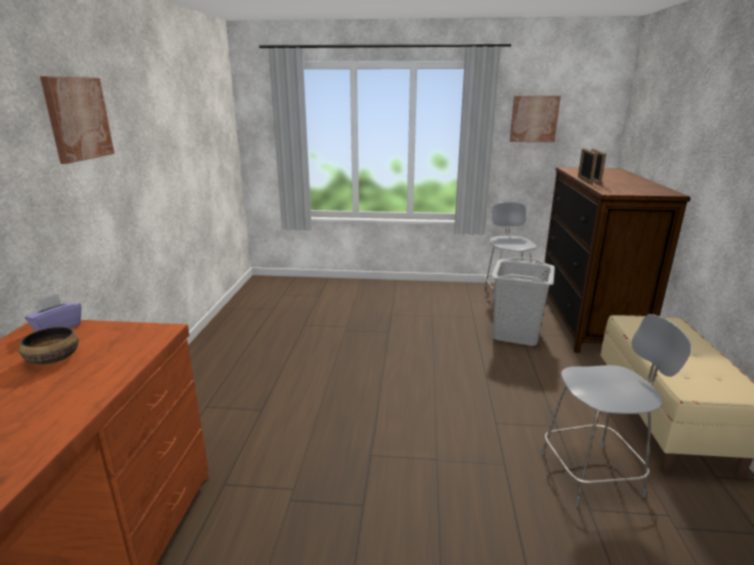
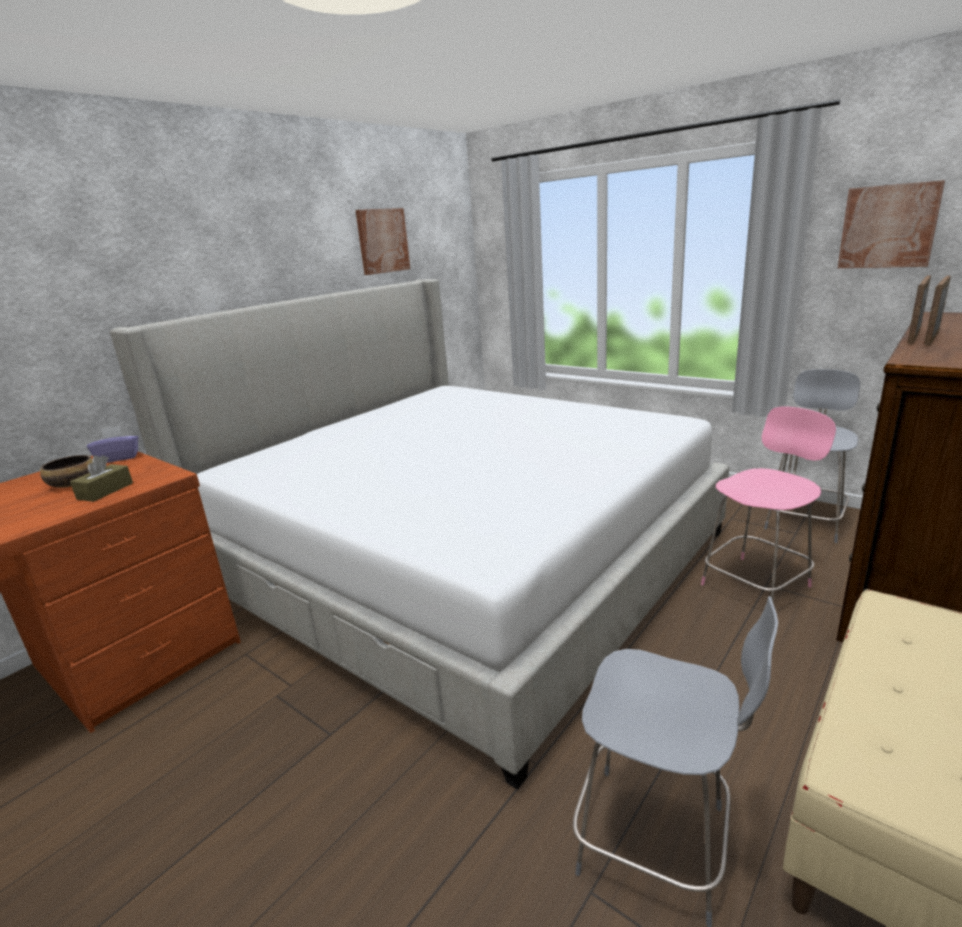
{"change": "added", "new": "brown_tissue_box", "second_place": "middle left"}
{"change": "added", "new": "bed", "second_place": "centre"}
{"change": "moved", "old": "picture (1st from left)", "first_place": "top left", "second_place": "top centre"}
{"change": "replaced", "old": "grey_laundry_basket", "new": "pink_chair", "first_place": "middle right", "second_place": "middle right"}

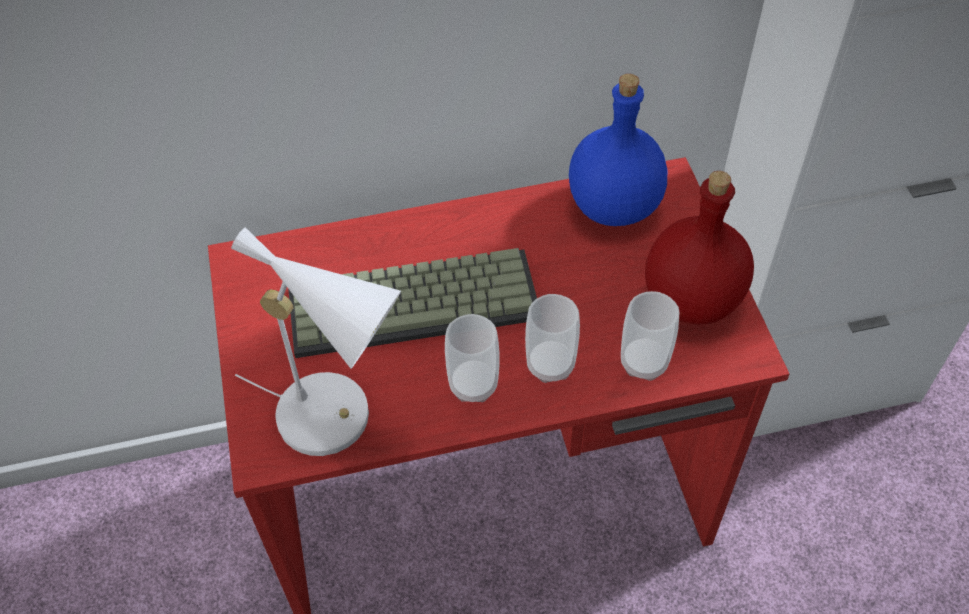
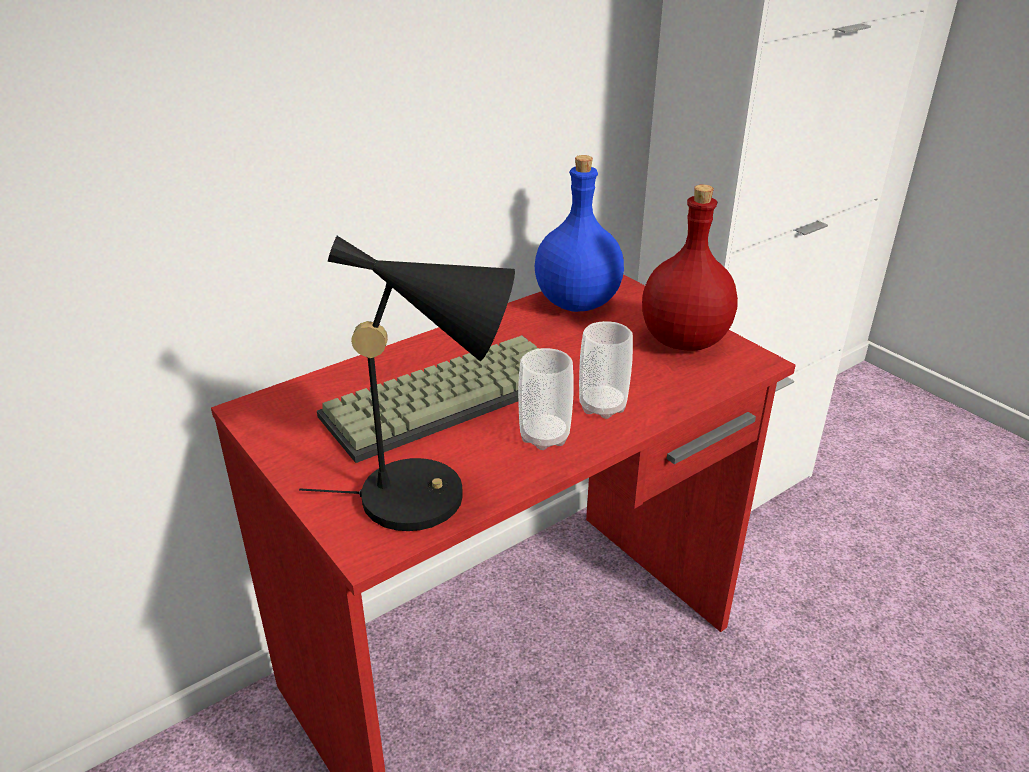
{"change": "removed", "old": "cup (3rd from left)", "first_place": "middle right"}
{"change": "recoloured", "old": "white_table_lamp", "new": "black_table_lamp", "first_place": "middle left", "second_place": "centre"}

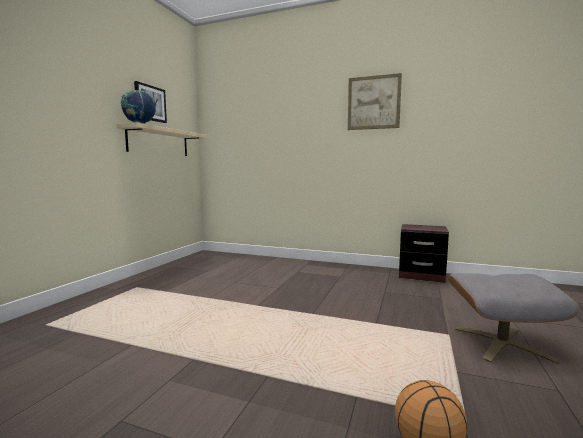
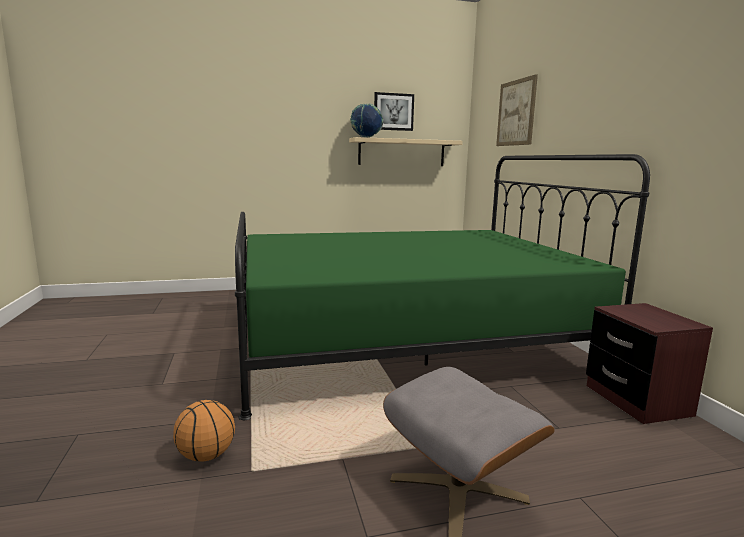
{"change": "added", "new": "green_bed", "second_place": "centre"}
{"change": "moved", "old": "picture (2nd from left)", "first_place": "top centre", "second_place": "top right"}

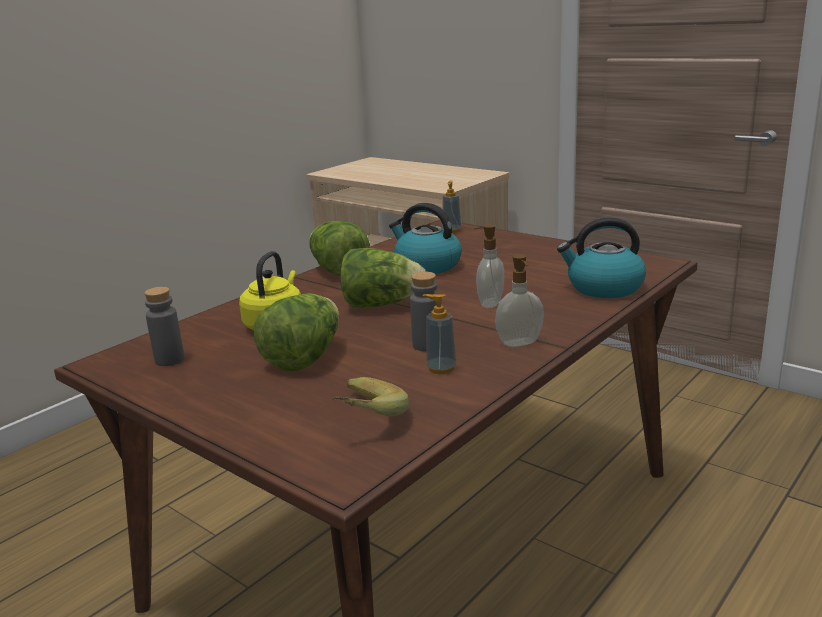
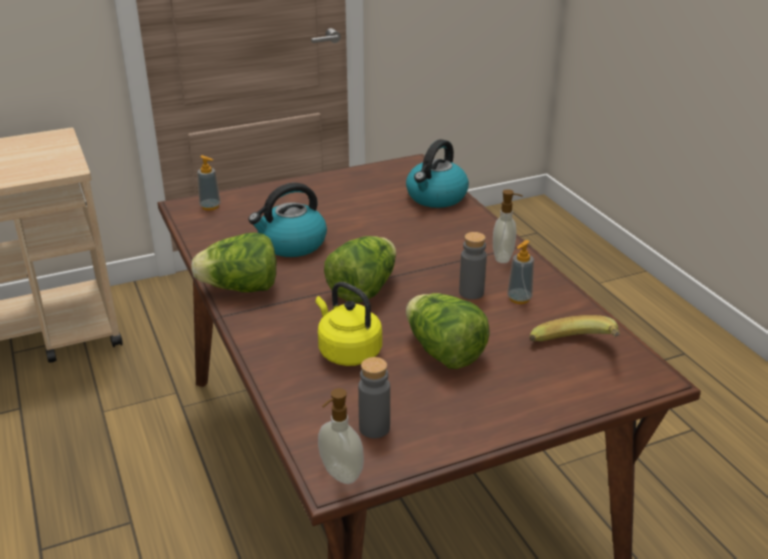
{"change": "moved", "old": "soap_dispenser (3rd from left in the first image)", "new": "soap_dispenser (2nd from left)", "first_place": "centre", "second_place": "bottom centre"}

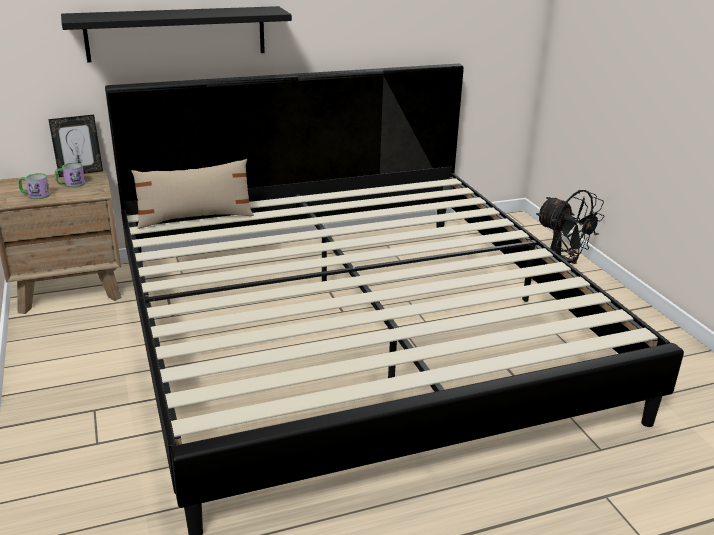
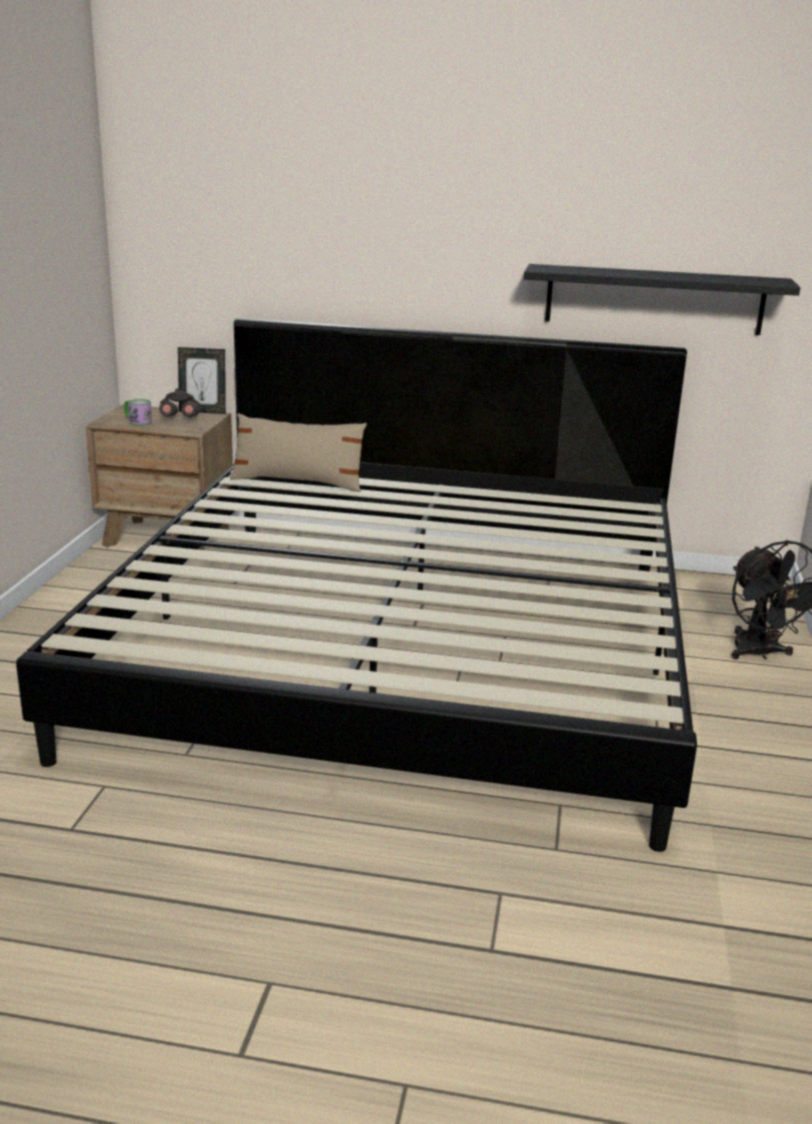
{"change": "moved", "old": "black_shelf", "first_place": "top left", "second_place": "top right"}
{"change": "replaced", "old": "mug (2nd from left)", "new": "grey_binoculars", "first_place": "top left", "second_place": "middle left"}

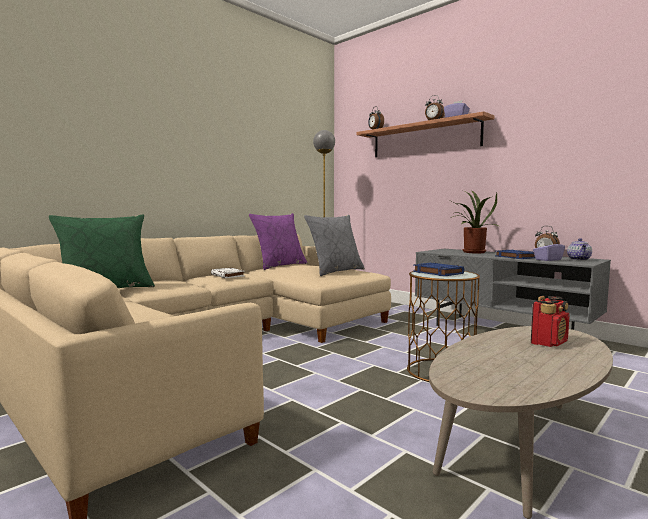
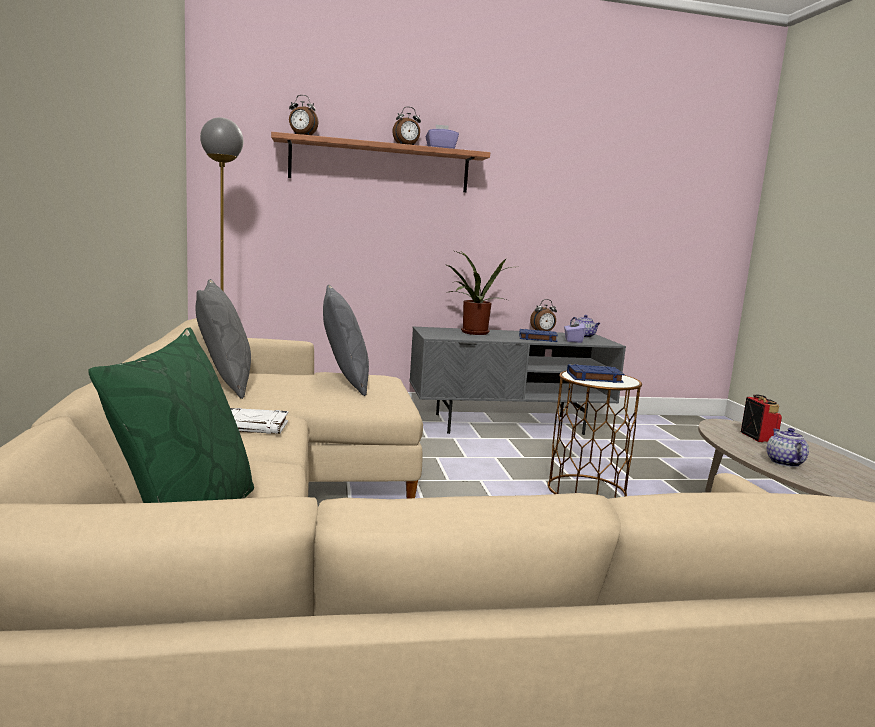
{"change": "added", "new": "teapot (2nd from left)", "second_place": "middle right"}
{"change": "recoloured", "old": "purple_pillow", "new": "grey_pillow (1st from left)", "first_place": "centre", "second_place": "middle left"}

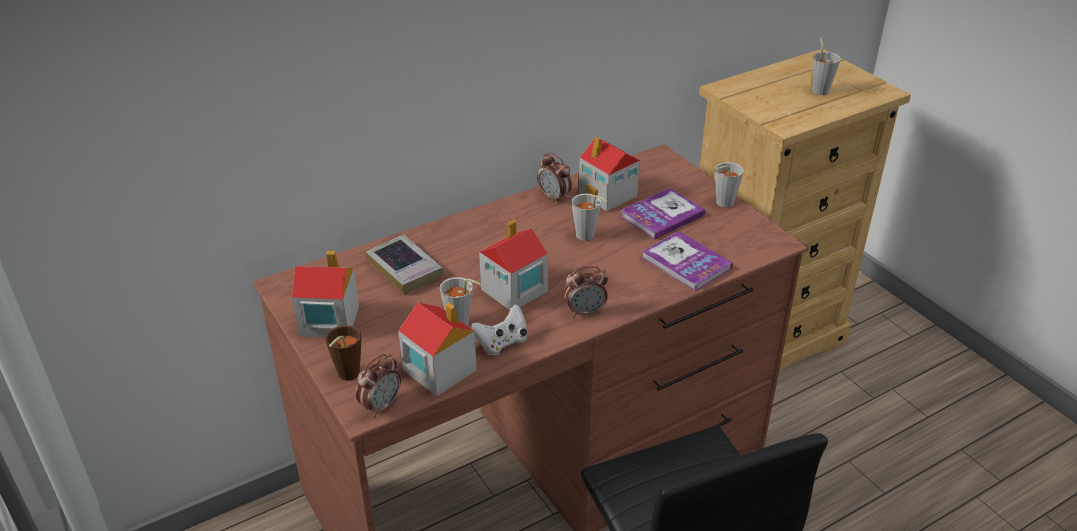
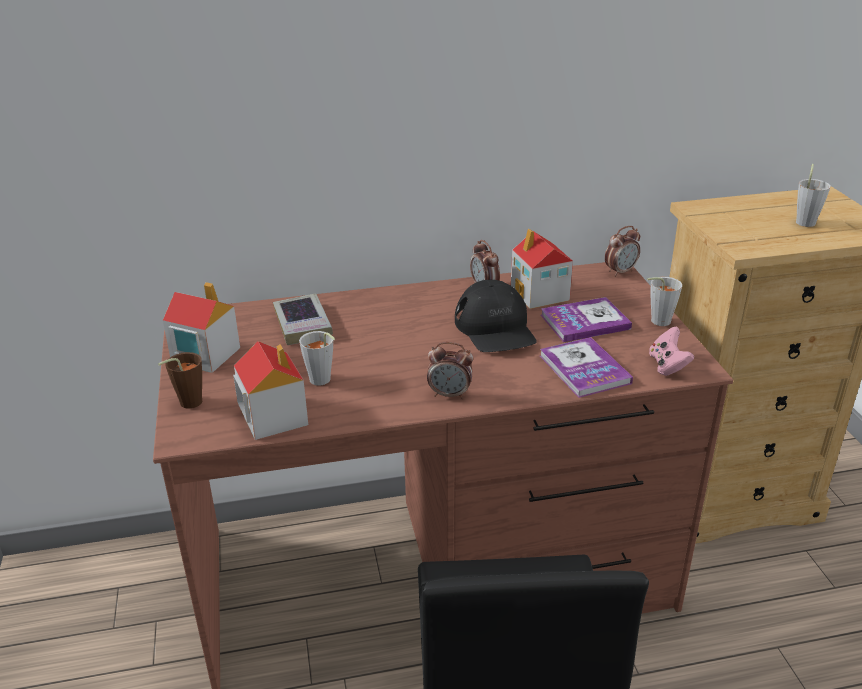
{"change": "removed", "old": "white_game_controller", "first_place": "centre"}
{"change": "removed", "old": "toy_house (3rd from left)", "first_place": "centre"}
{"change": "added", "new": "pink_game_controller", "second_place": "middle right"}
{"change": "moved", "old": "alarm_clock (1st from left in the first image)", "new": "alarm_clock (3rd from left)", "first_place": "bottom centre", "second_place": "middle right"}
{"change": "replaced", "old": "grey_cup (2nd from left)", "new": "black_cap", "first_place": "centre", "second_place": "centre"}

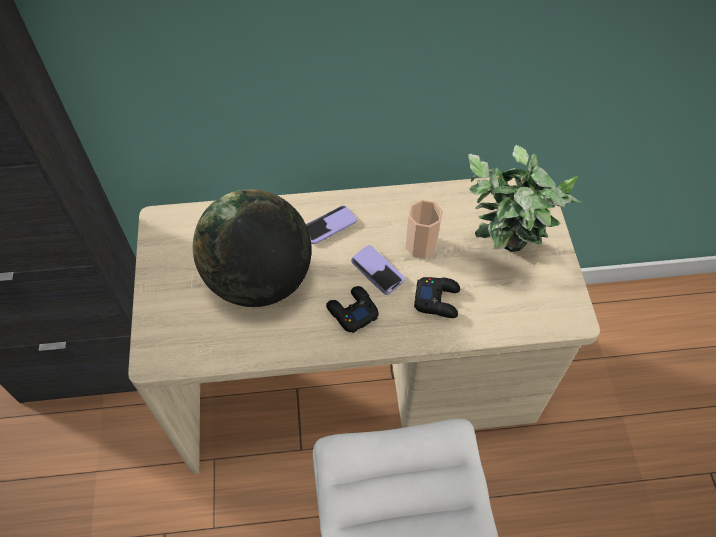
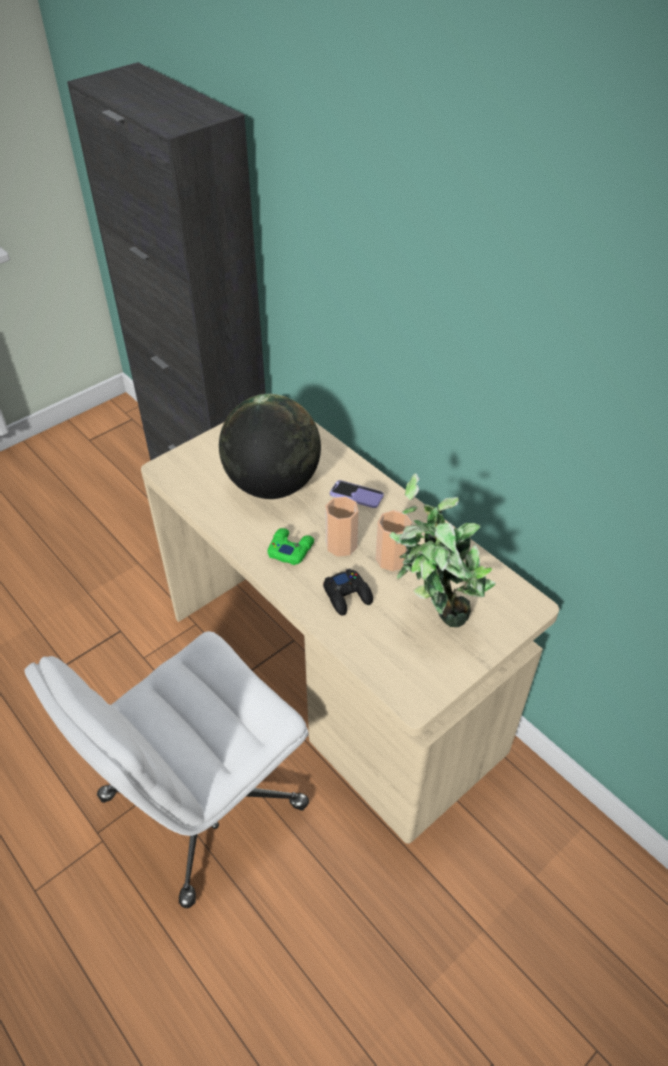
{"change": "replaced", "old": "phone (2nd from left)", "new": "cup (1st from left)", "first_place": "centre", "second_place": "centre"}
{"change": "recoloured", "old": "black_game_controller (1st from left)", "new": "green_game_controller", "first_place": "centre", "second_place": "centre"}

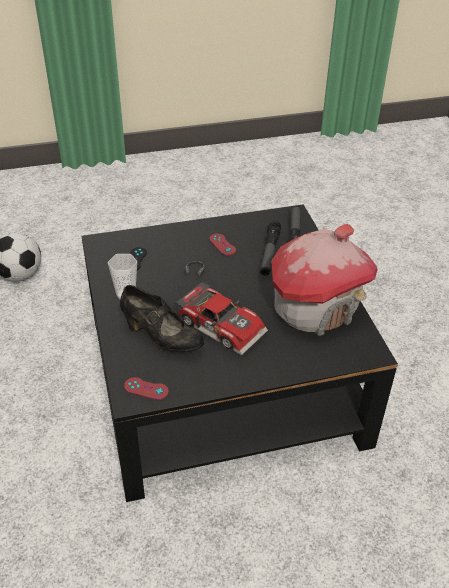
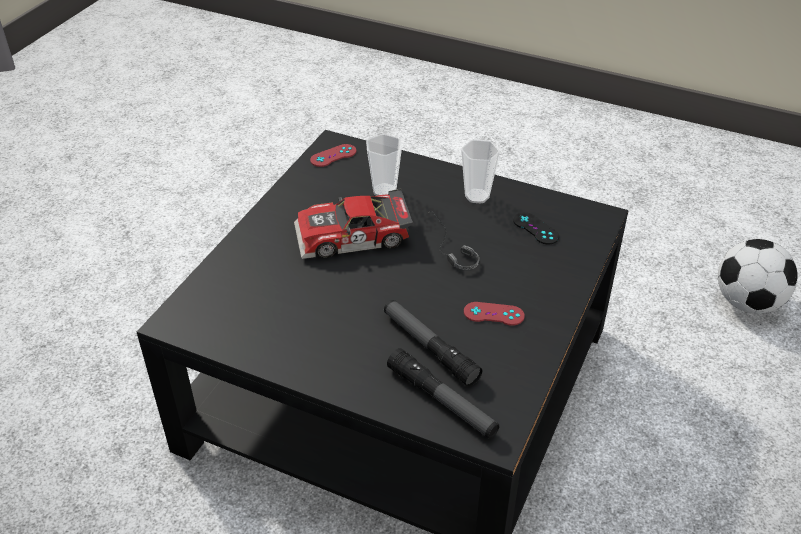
{"change": "removed", "old": "toy_house", "first_place": "middle right"}
{"change": "replaced", "old": "black_shoe", "new": "cup (1st from left)", "first_place": "centre", "second_place": "top centre"}

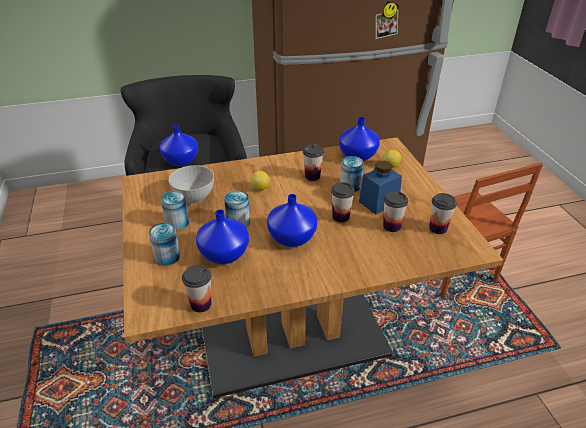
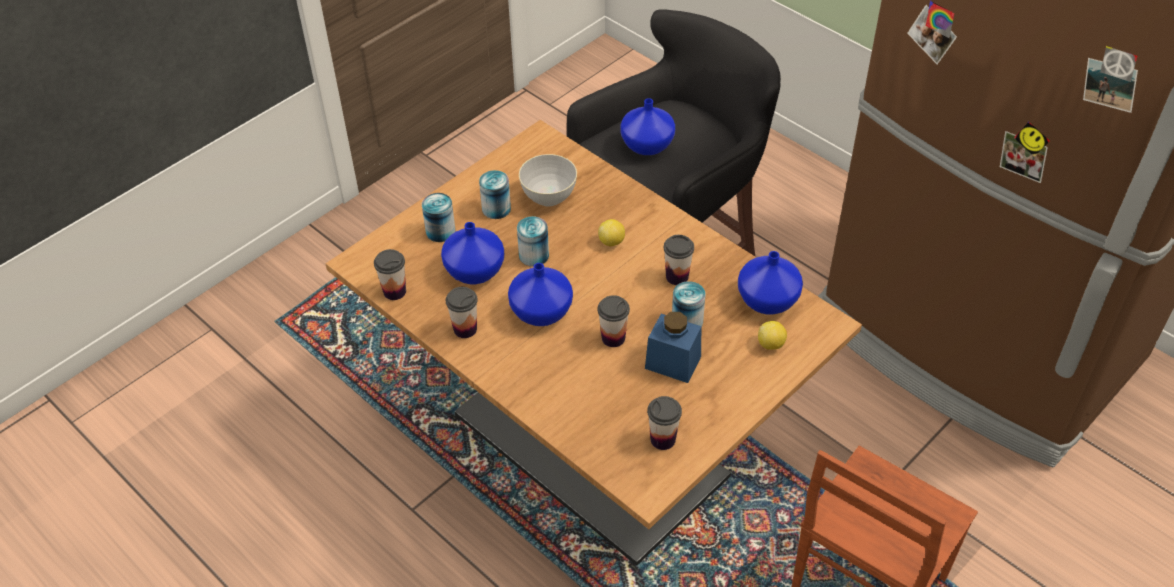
{"change": "moved", "old": "cup (4th from left in the first image)", "new": "cup (2nd from left)", "first_place": "middle right", "second_place": "centre"}

